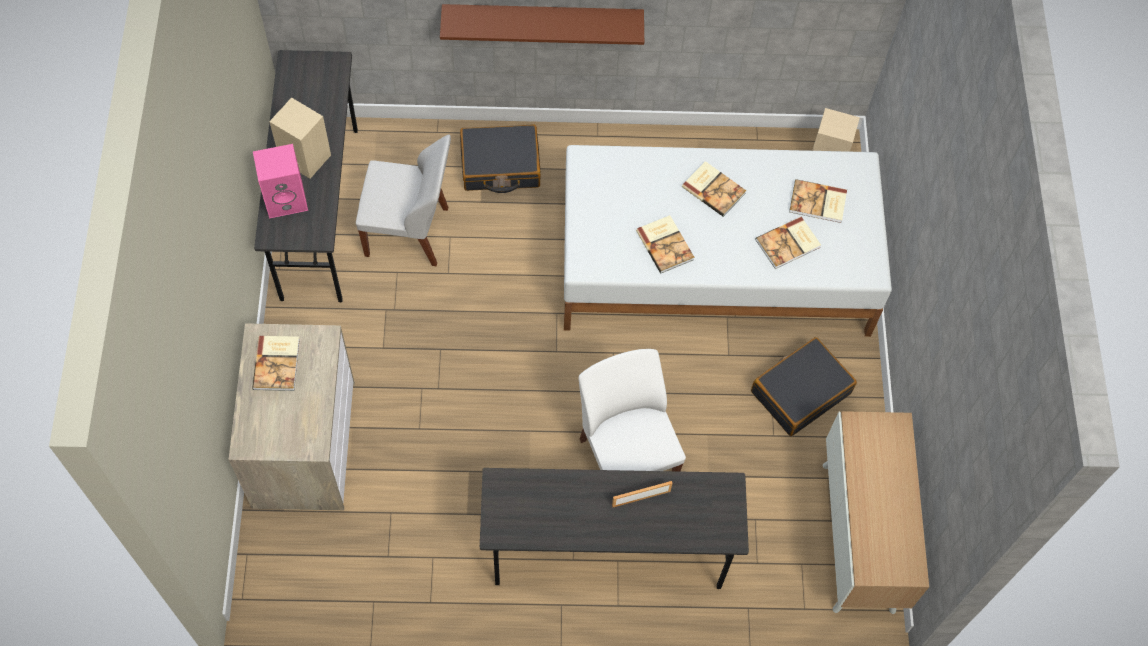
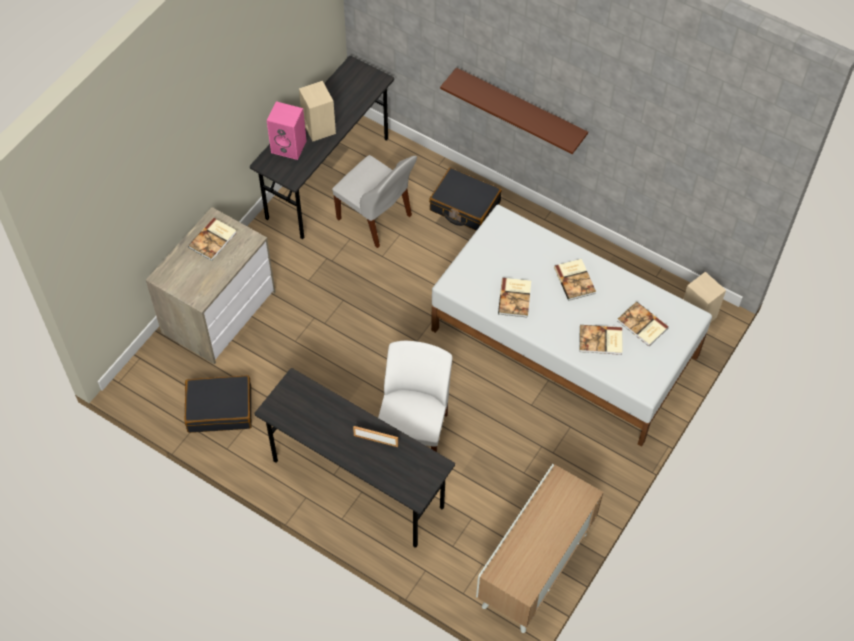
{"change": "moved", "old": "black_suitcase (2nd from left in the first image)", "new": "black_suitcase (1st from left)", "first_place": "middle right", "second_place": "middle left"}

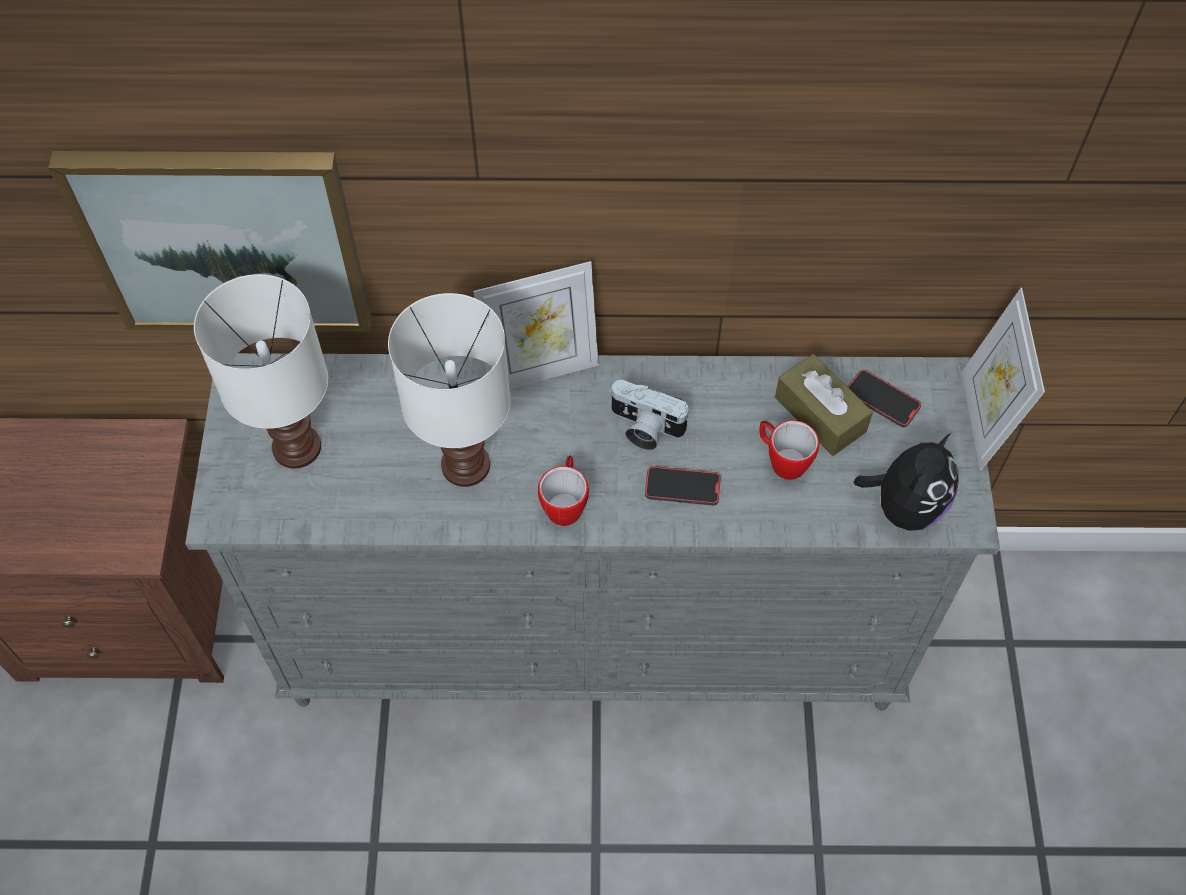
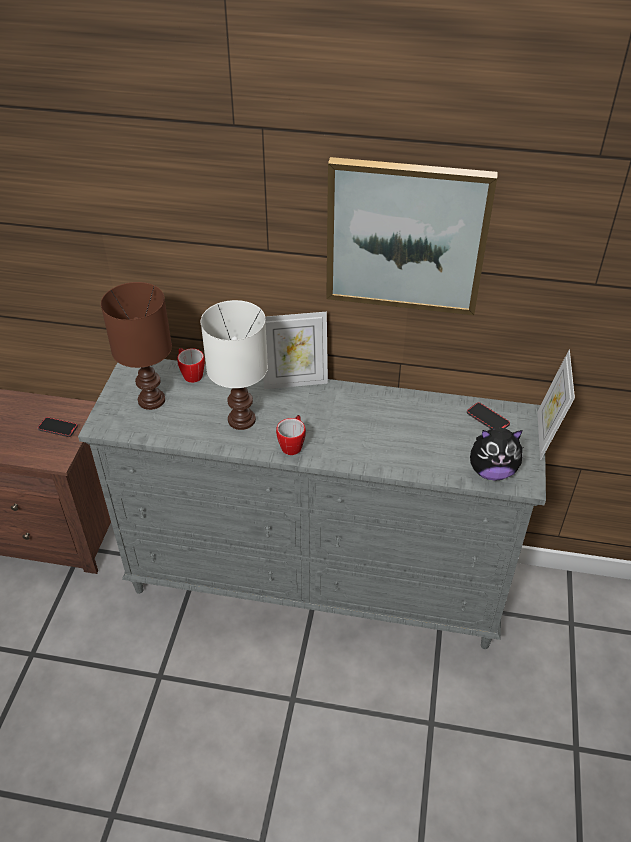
{"change": "removed", "old": "photo_camera", "first_place": "centre"}
{"change": "removed", "old": "brown_tissue_box", "first_place": "middle right"}
{"change": "moved", "old": "picture", "first_place": "top left", "second_place": "top centre"}
{"change": "moved", "old": "phone (1st from left)", "first_place": "centre", "second_place": "middle left"}
{"change": "moved", "old": "mug (2nd from left in the first image)", "new": "mug (1st from left)", "first_place": "centre", "second_place": "middle left"}
{"change": "recoloured", "old": "white_table_lamp (1st from left)", "new": "brown_table_lamp", "first_place": "middle left", "second_place": "middle left"}
{"change": "turned", "old": "plush_toy", "first_place": "middle right", "second_place": "middle right", "degrees": 45}

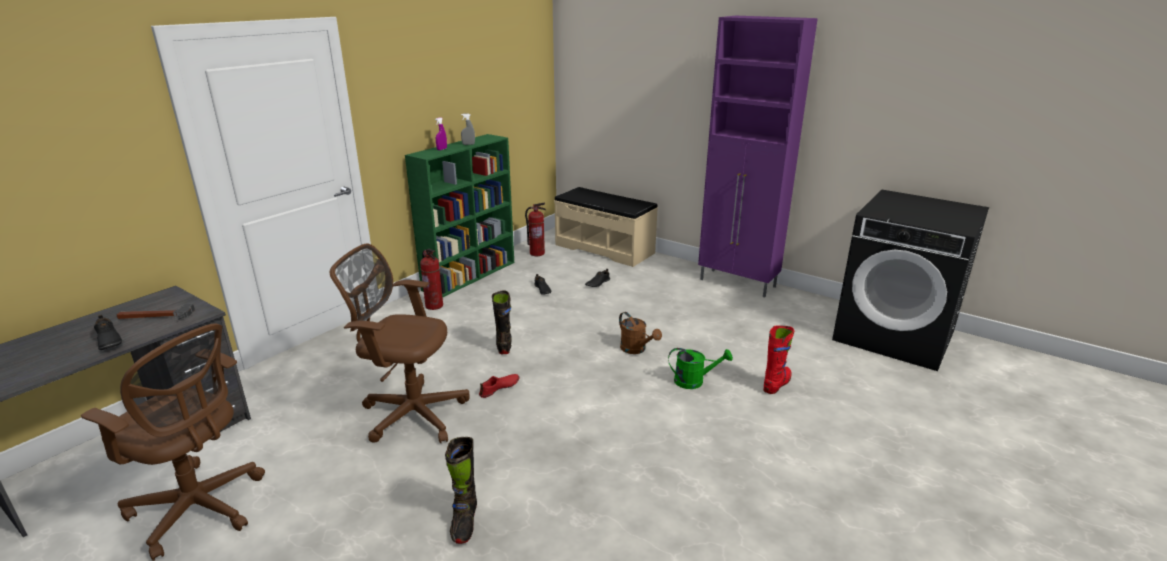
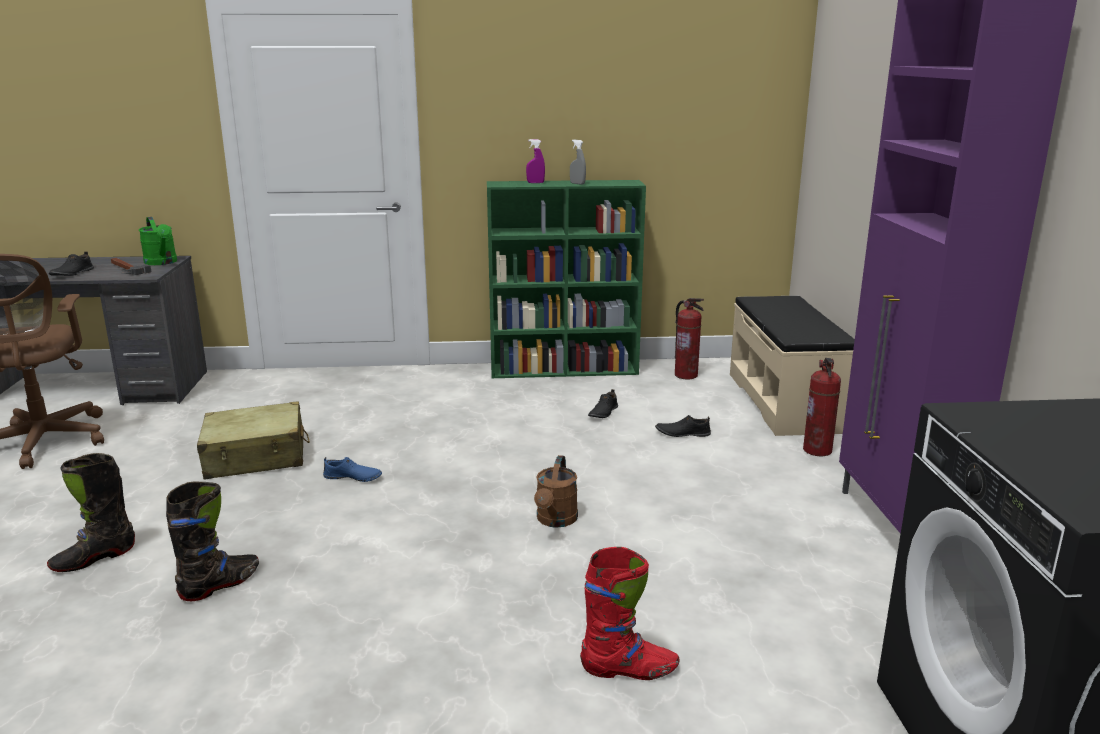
{"change": "moved", "old": "fire_extinguisher (1st from left in the first image)", "new": "fire_extinguisher (2nd from left)", "first_place": "centre", "second_place": "middle right"}
{"change": "moved", "old": "black_boot (2nd from left)", "first_place": "centre", "second_place": "bottom left"}
{"change": "moved", "old": "green_watering_can", "first_place": "centre", "second_place": "top left"}
{"change": "replaced", "old": "brown_office_chair (2nd from left)", "new": "beige_suitcase", "first_place": "centre", "second_place": "middle left"}
{"change": "recoloured", "old": "red_shoe", "new": "blue_shoe", "first_place": "bottom centre", "second_place": "middle left"}

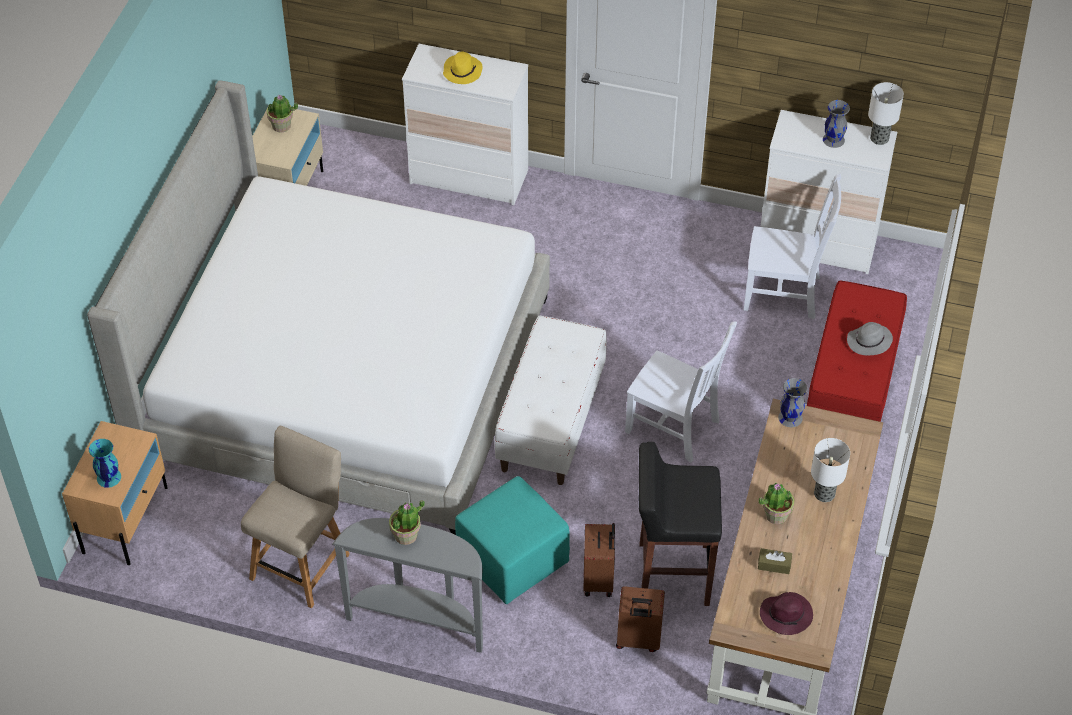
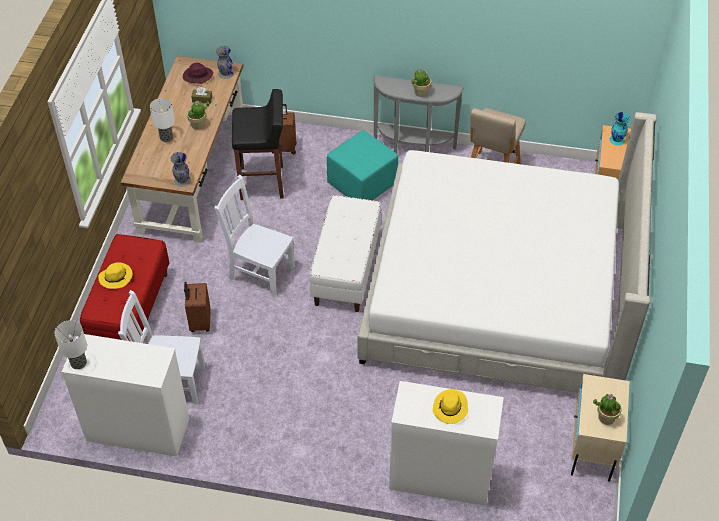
{"change": "moved", "old": "brown_suitcase (1st from left)", "first_place": "bottom centre", "second_place": "middle left"}
{"change": "moved", "old": "grey_vase (2nd from left)", "first_place": "top right", "second_place": "top left"}
{"change": "recoloured", "old": "grey_hat", "new": "yellow_hat (1st from left)", "first_place": "middle right", "second_place": "middle left"}

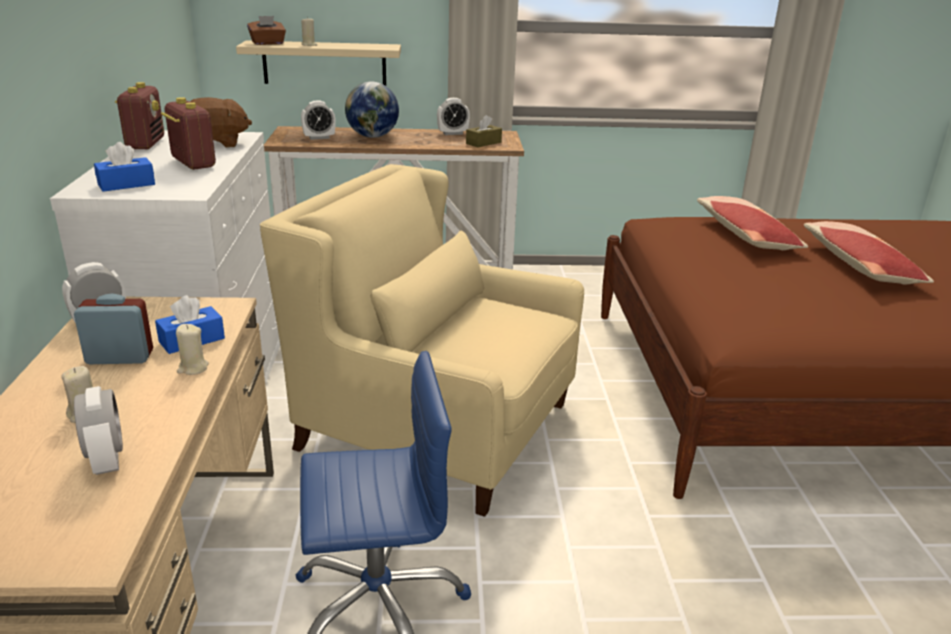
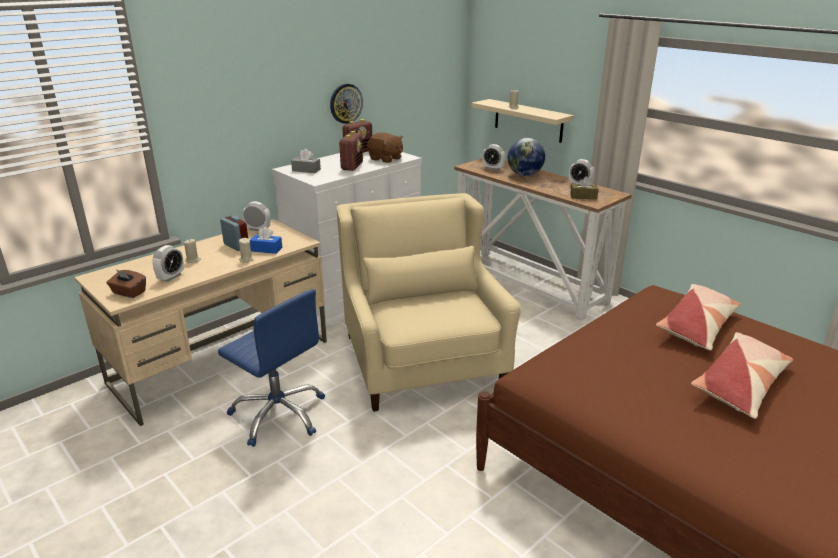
{"change": "added", "new": "wall_clock", "second_place": "top centre"}
{"change": "moved", "old": "brown_tissue_box (1st from left)", "first_place": "top left", "second_place": "middle left"}
{"change": "recoloured", "old": "blue_tissue_box (1st from left)", "new": "grey_tissue_box", "first_place": "top left", "second_place": "top centre"}

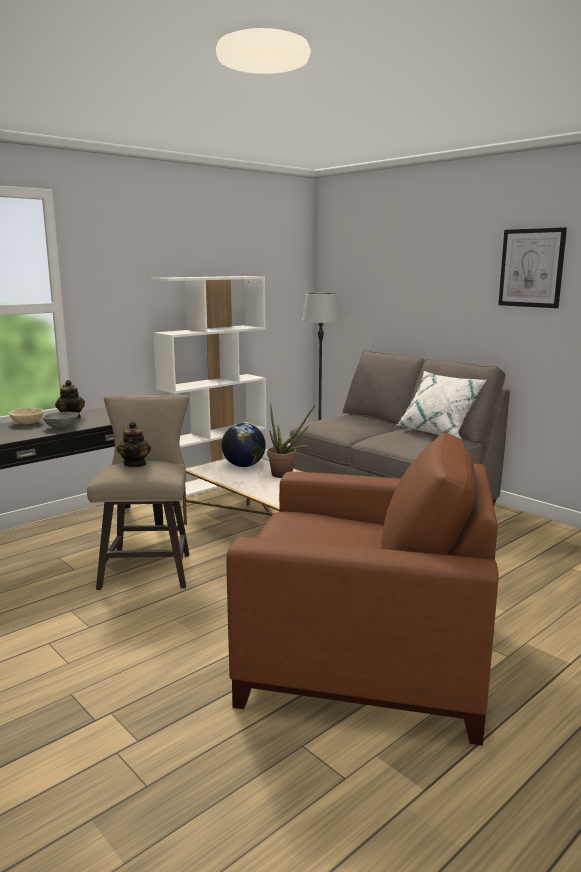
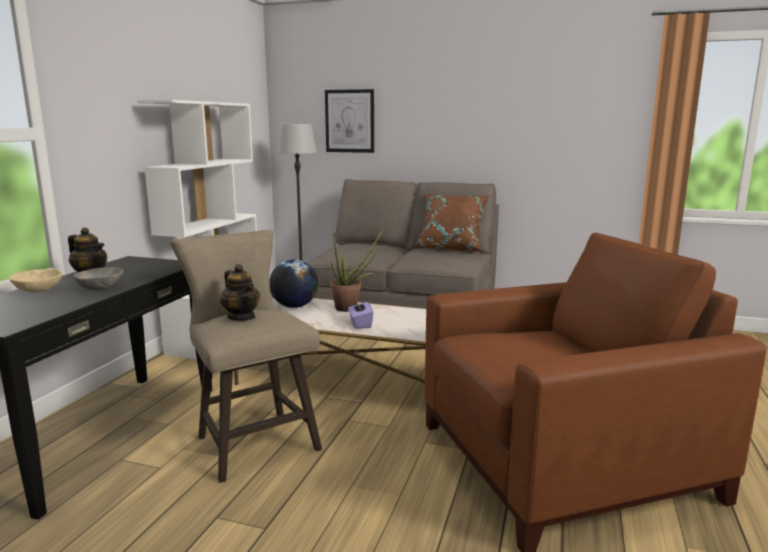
{"change": "added", "new": "purple_tissue_box", "second_place": "centre"}
{"change": "moved", "old": "picture", "first_place": "top right", "second_place": "top centre"}
{"change": "recoloured", "old": "white_pillow", "new": "brown_pillow", "first_place": "middle right", "second_place": "centre"}

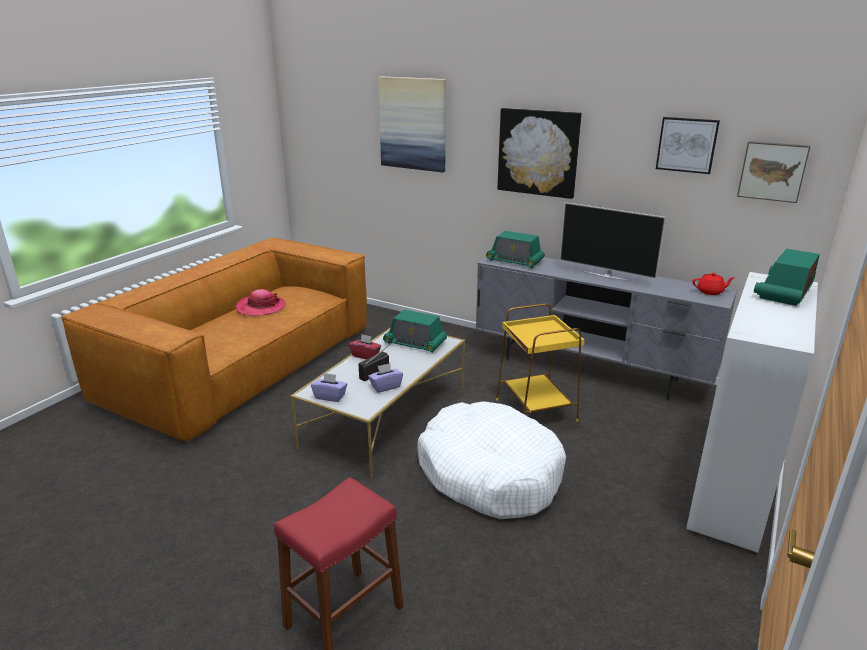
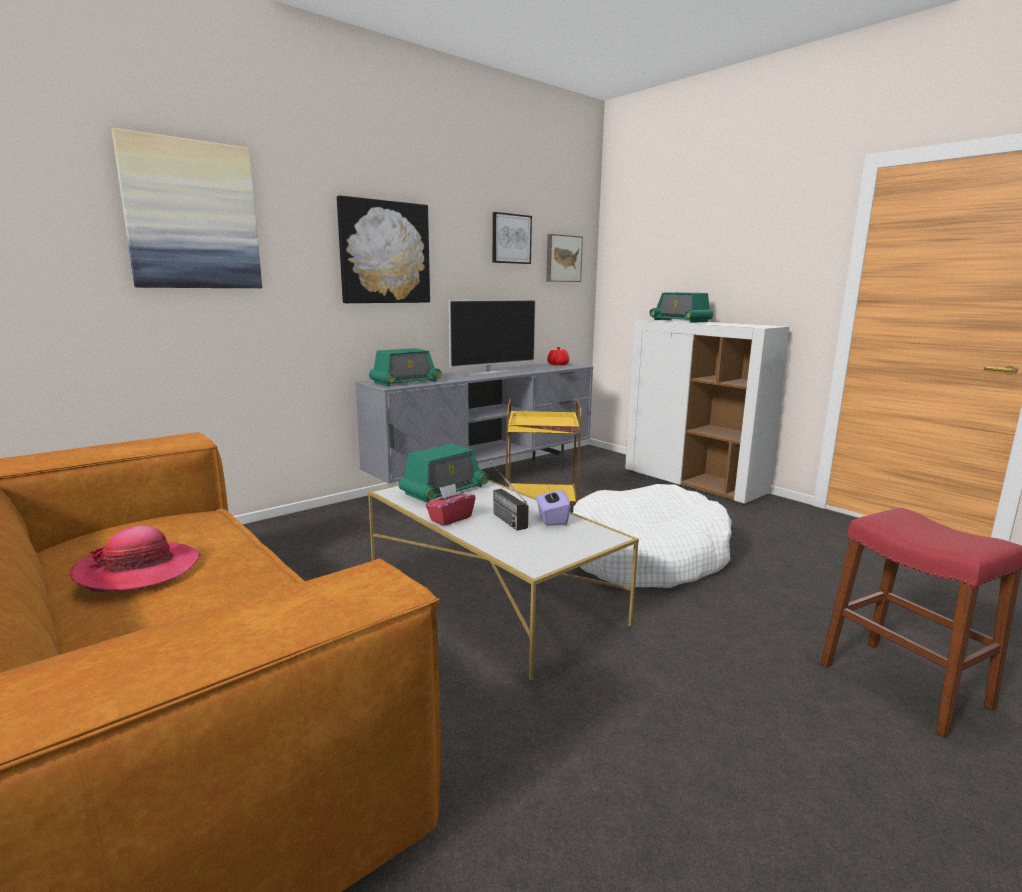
{"change": "removed", "old": "purple_tissue_box (1st from left)", "first_place": "centre"}

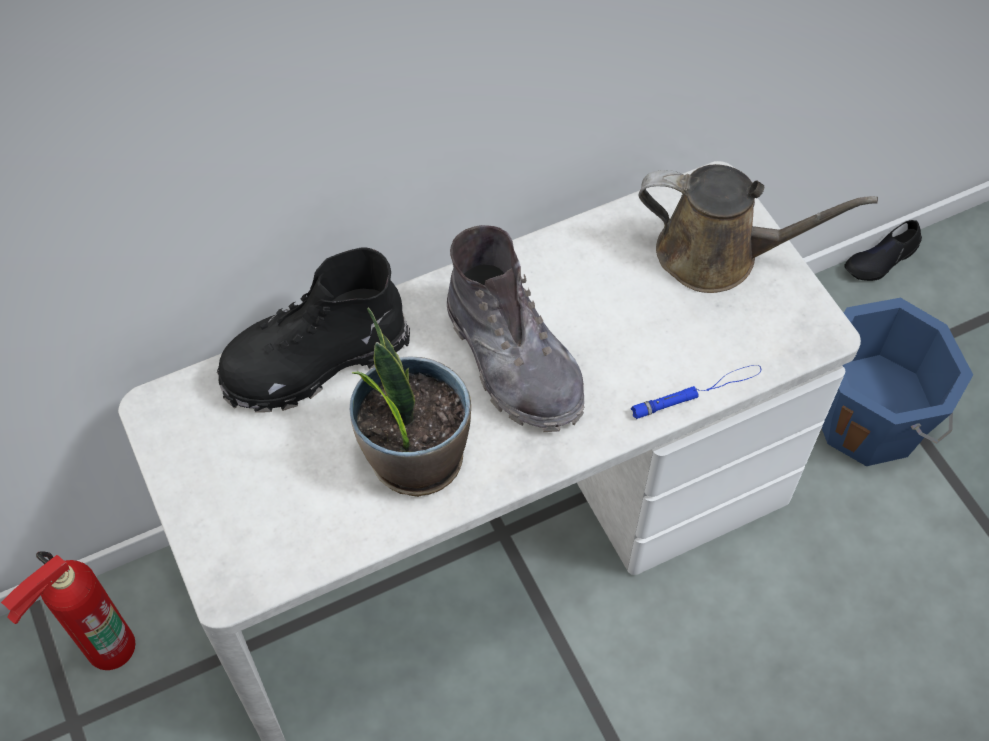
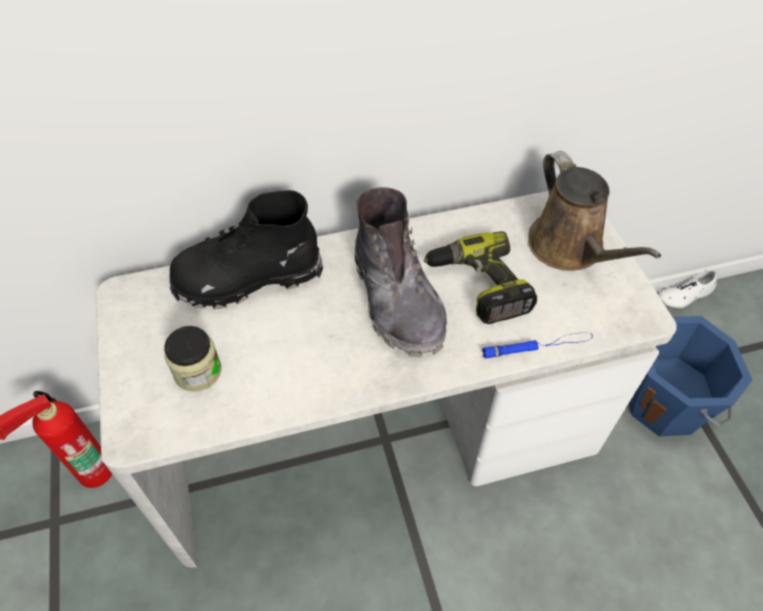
{"change": "removed", "old": "potted_plant", "first_place": "centre"}
{"change": "added", "new": "jar", "second_place": "middle left"}
{"change": "added", "new": "power_drill", "second_place": "centre"}
{"change": "recoloured", "old": "black_shoe", "new": "white_shoe", "first_place": "middle right", "second_place": "middle right"}
{"change": "turned", "old": "brown_watering_can", "first_place": "top right", "second_place": "middle right", "degrees": 45}

